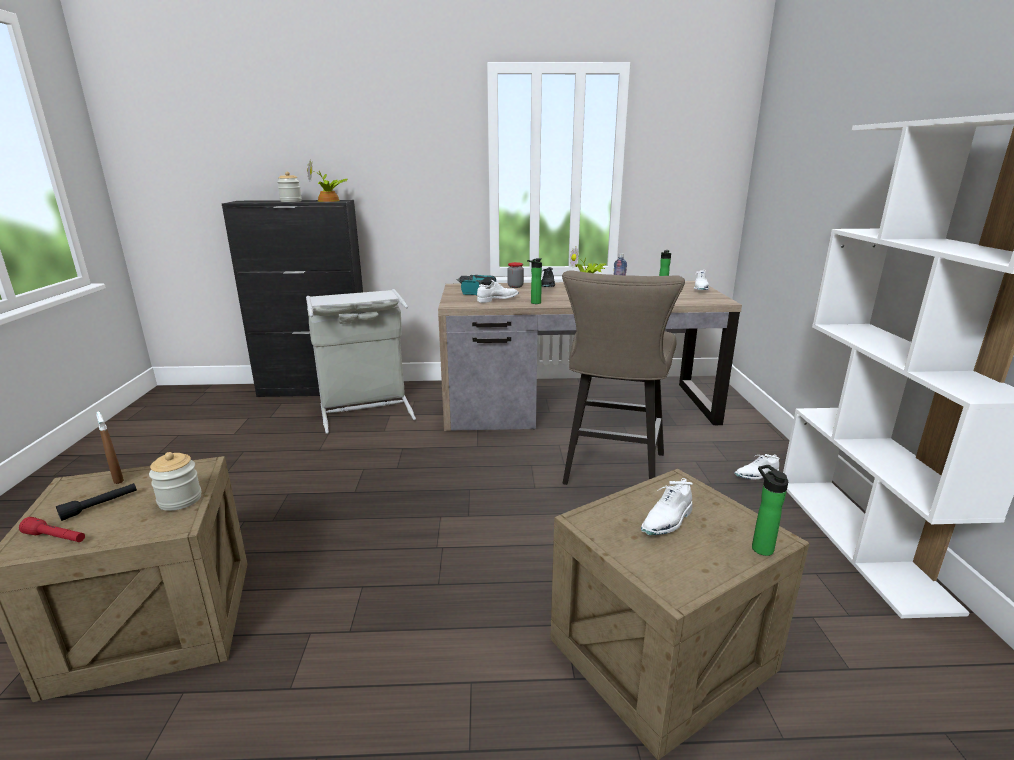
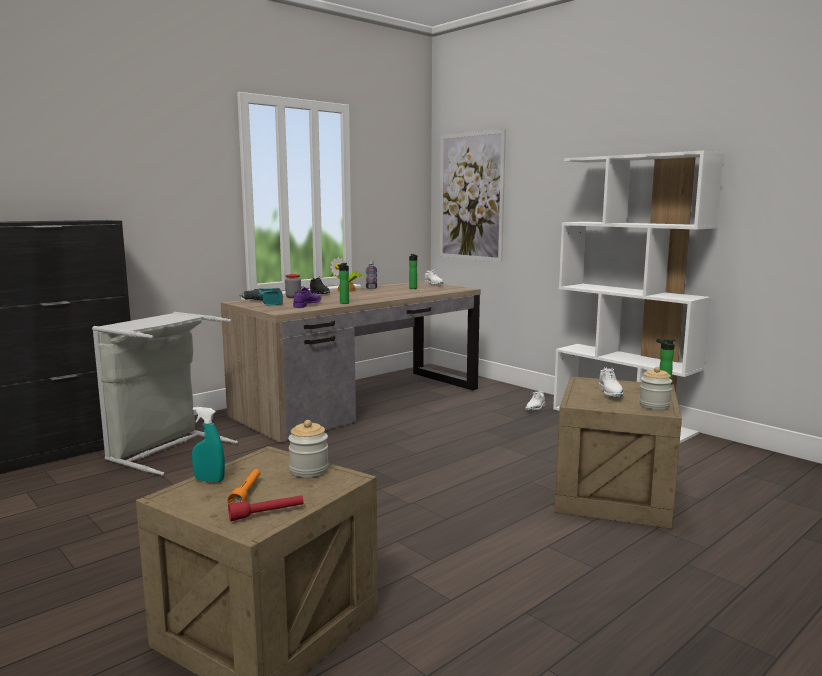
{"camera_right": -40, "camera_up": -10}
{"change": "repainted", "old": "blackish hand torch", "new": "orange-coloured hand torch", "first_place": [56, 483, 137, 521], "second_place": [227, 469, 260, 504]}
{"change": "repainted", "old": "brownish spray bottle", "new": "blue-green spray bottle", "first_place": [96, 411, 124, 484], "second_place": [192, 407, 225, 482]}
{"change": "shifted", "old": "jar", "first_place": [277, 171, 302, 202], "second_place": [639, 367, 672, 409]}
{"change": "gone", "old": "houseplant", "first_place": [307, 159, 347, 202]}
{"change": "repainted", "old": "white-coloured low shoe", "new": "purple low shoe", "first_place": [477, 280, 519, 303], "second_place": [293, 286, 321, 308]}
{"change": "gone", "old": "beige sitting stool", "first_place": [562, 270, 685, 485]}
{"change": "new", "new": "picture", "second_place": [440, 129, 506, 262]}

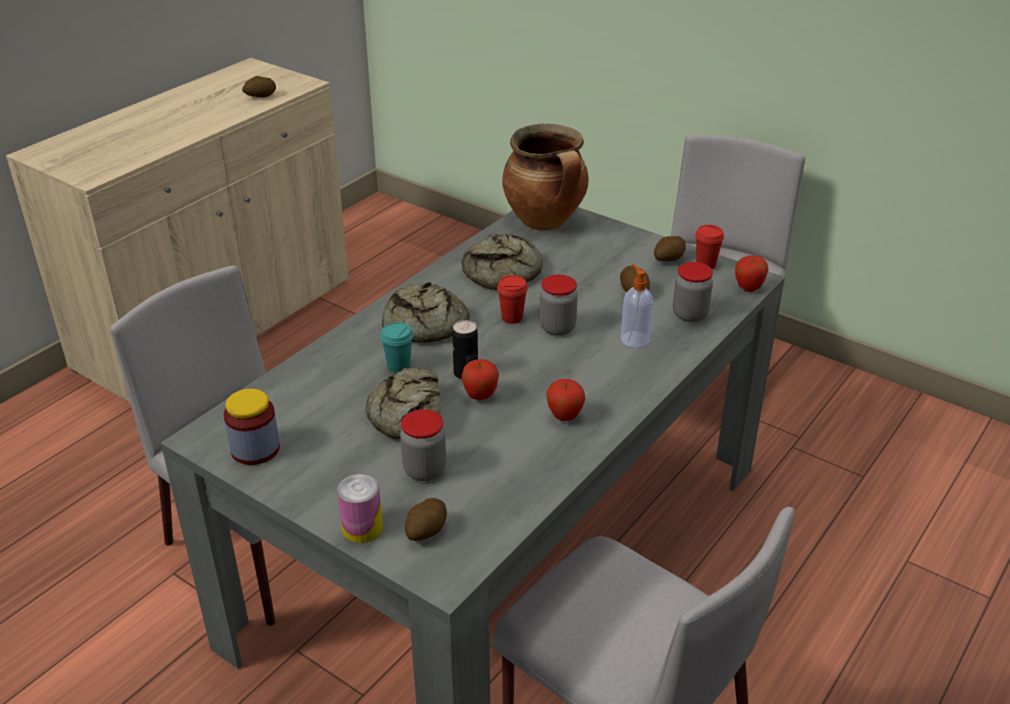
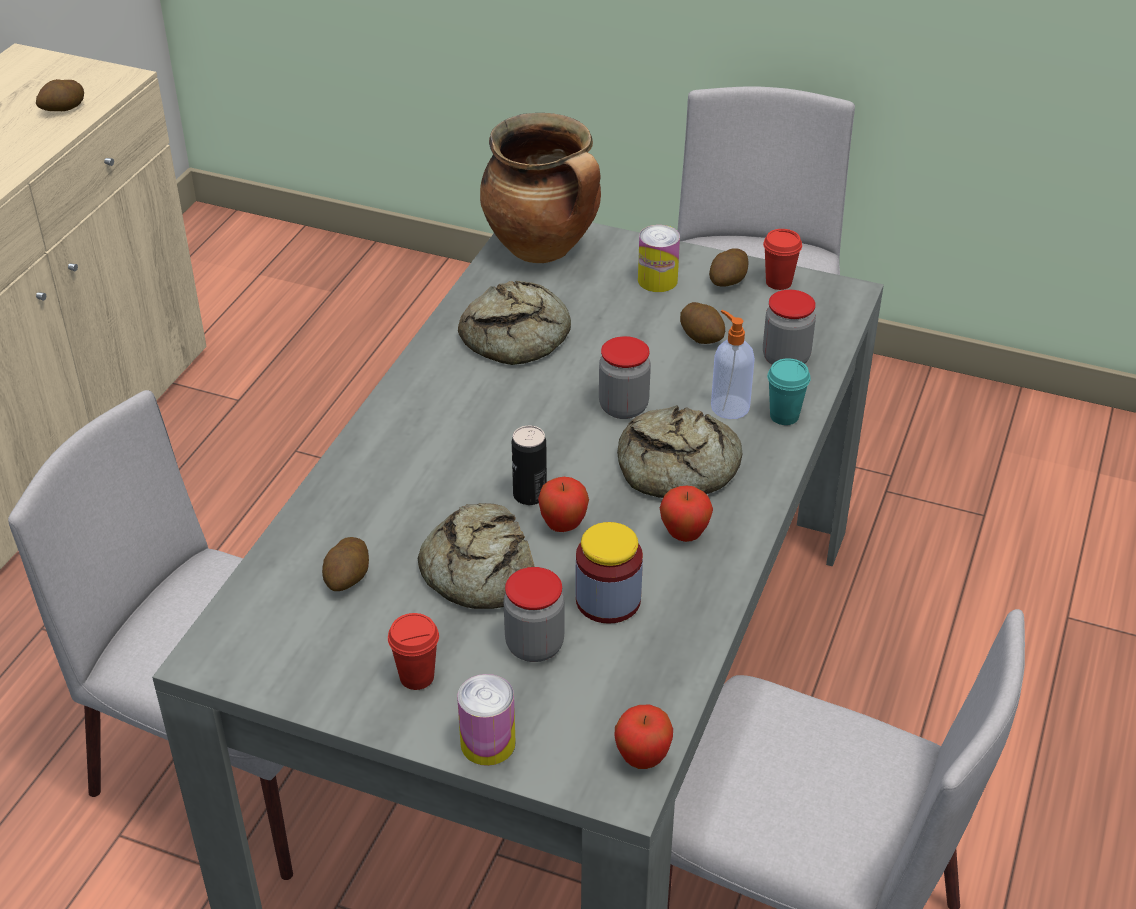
{"camera_right": -15, "camera_up": 5}
{"change": "shifted", "old": "jar", "first_place": [224, 389, 280, 465], "second_place": [575, 522, 643, 624]}
{"change": "shifted", "old": "blue-green small cup", "first_place": [380, 322, 413, 373], "second_place": [767, 358, 811, 425]}
{"change": "shifted", "old": "baked bread", "first_place": [382, 282, 470, 343], "second_place": [617, 405, 742, 498]}
{"change": "shifted", "old": "whole potato", "first_place": [405, 498, 447, 541], "second_place": [322, 537, 369, 591]}
{"change": "shifted", "old": "red-coloured small cup", "first_place": [497, 275, 528, 324], "second_place": [388, 613, 439, 690]}
{"change": "shifted", "old": "apple", "first_place": [735, 255, 768, 292], "second_place": [615, 705, 673, 769]}
{"change": "new", "new": "sealed can", "second_place": [638, 225, 680, 292]}

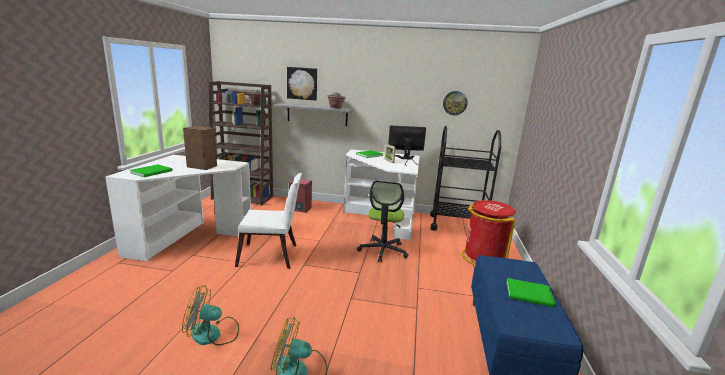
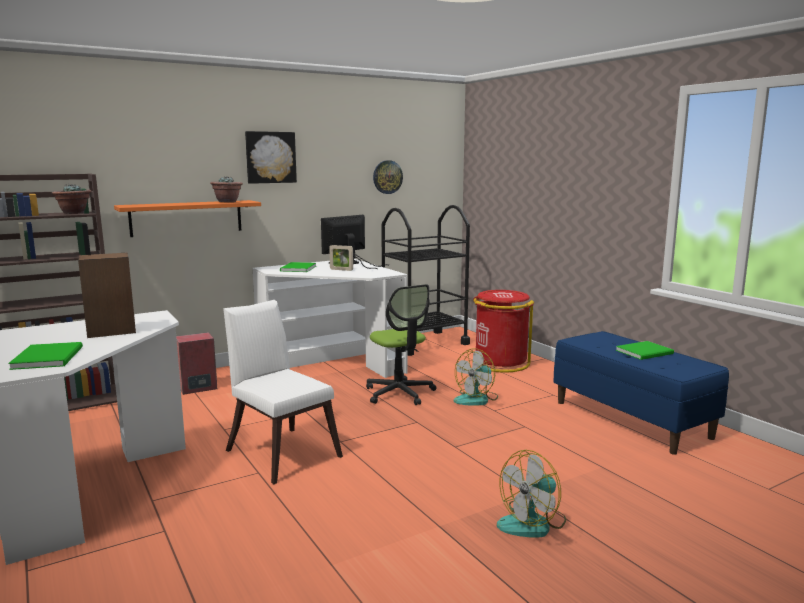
{"camera_right": -40, "camera_up": -5}
{"change": "shifted", "old": "cooling fan", "first_place": [182, 285, 239, 345], "second_place": [454, 349, 498, 406]}
{"change": "rotated", "old": "white-coloured plain chair", "first_place": [235, 173, 302, 269], "second_place": [223, 300, 343, 484], "degrees": -90}
{"change": "repainted", "old": "greyish wall shelf", "new": "orange-coloured wall shelf", "first_place": [274, 103, 354, 126], "second_place": [114, 200, 261, 237]}
{"change": "shifted", "old": "picture", "first_place": [287, 67, 317, 100], "second_place": [245, 131, 297, 184]}

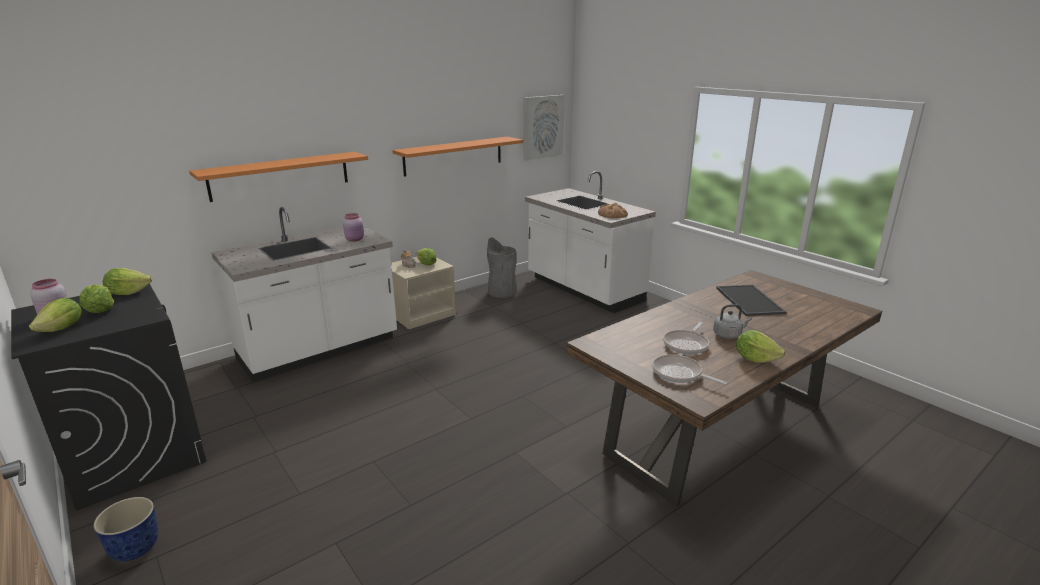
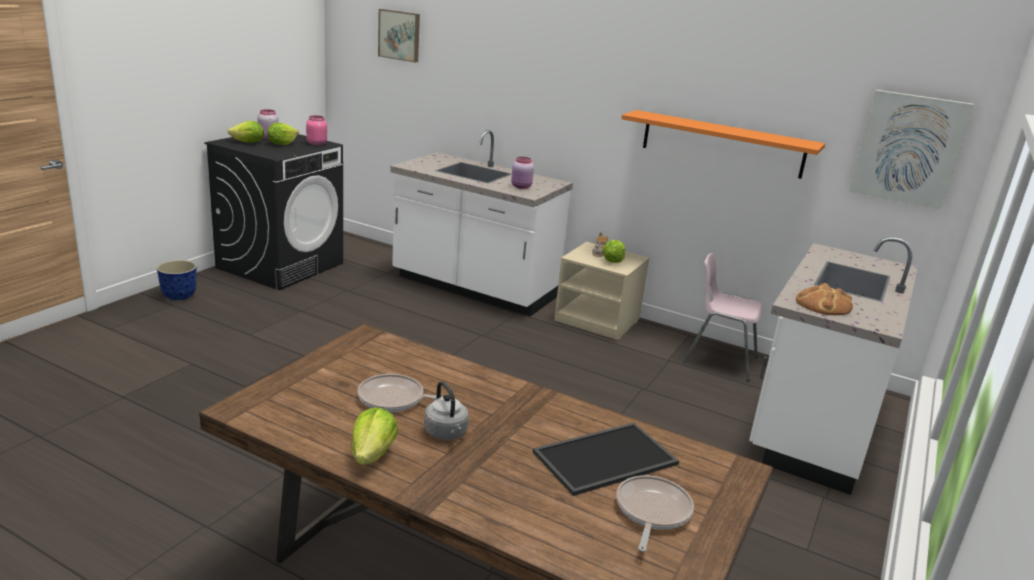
{"camera_right": 65, "camera_up": 0}
{"change": "swapped", "old": "head of lettuce", "new": "pinkish jar", "first_place": [103, 268, 152, 295], "second_place": [306, 116, 327, 146]}
{"change": "gone", "old": "orange-coloured wall shelf", "first_place": [189, 152, 368, 202]}
{"change": "swapped", "old": "greyish trash can", "new": "pinkish plain chair", "first_place": [487, 237, 517, 298], "second_place": [683, 253, 762, 381]}
{"change": "shifted", "old": "skillet", "first_place": [652, 354, 727, 385], "second_place": [616, 475, 694, 552]}
{"change": "new", "new": "picture", "second_place": [378, 9, 420, 62]}

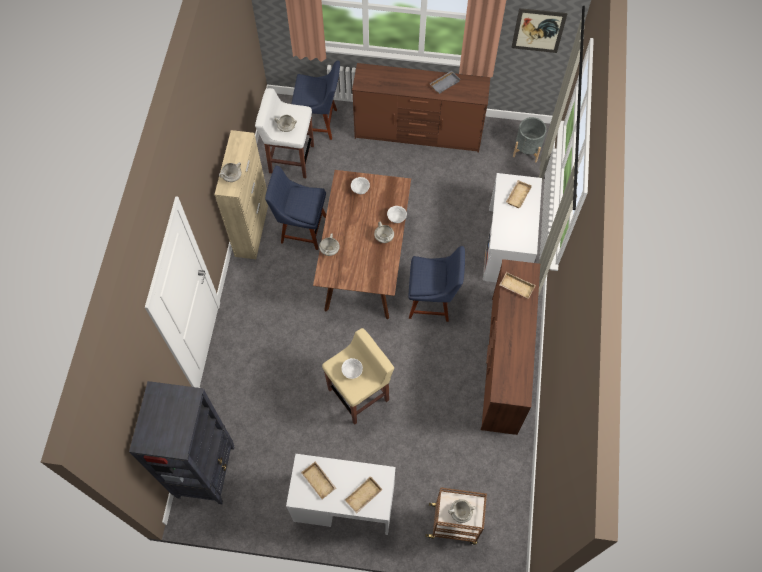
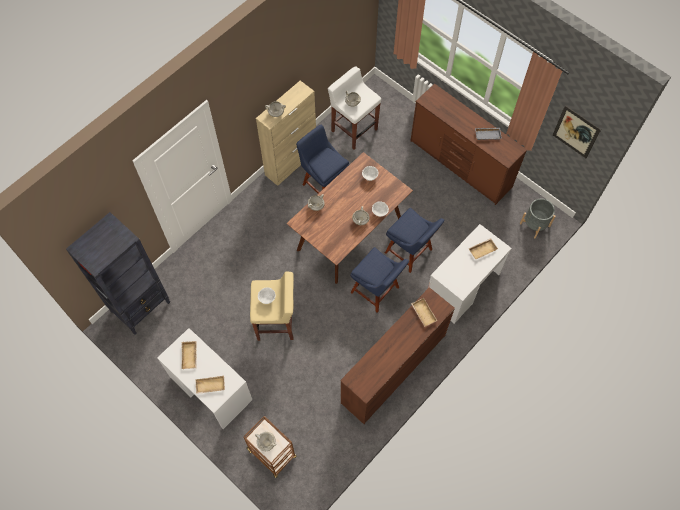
{"camera_right": 35, "camera_up": 0}
{"change": "shifted", "old": "blue plain chair", "first_place": [291, 61, 340, 140], "second_place": [385, 208, 444, 273]}

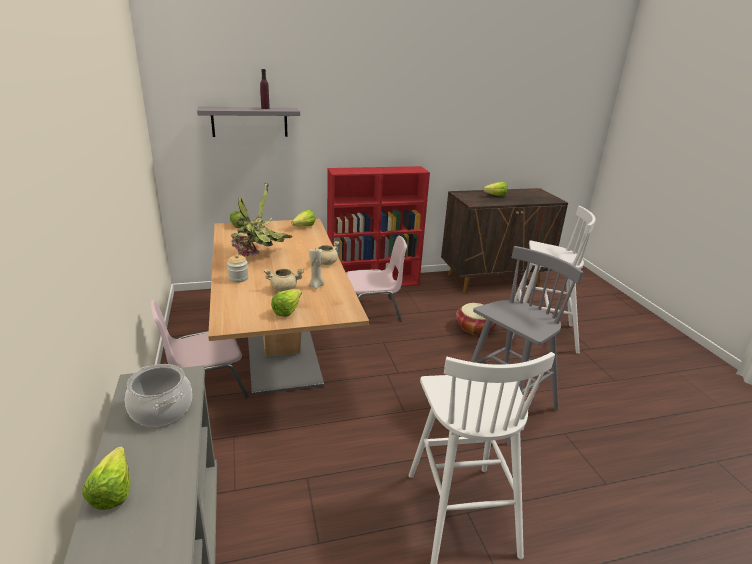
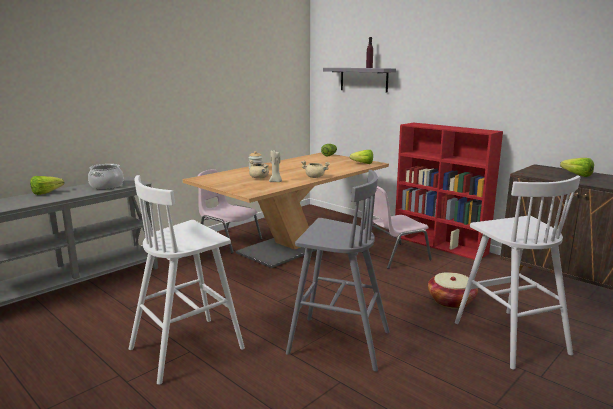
{"camera_right": 60, "camera_up": -10}
{"change": "gone", "old": "houseplant", "first_place": [230, 182, 293, 257]}
{"change": "gone", "old": "head of lettuce", "first_place": [271, 289, 302, 317]}
{"change": "rotated", "old": "pinkish plain chair", "first_place": [346, 236, 407, 322], "second_place": [361, 186, 432, 269], "degrees": 105}

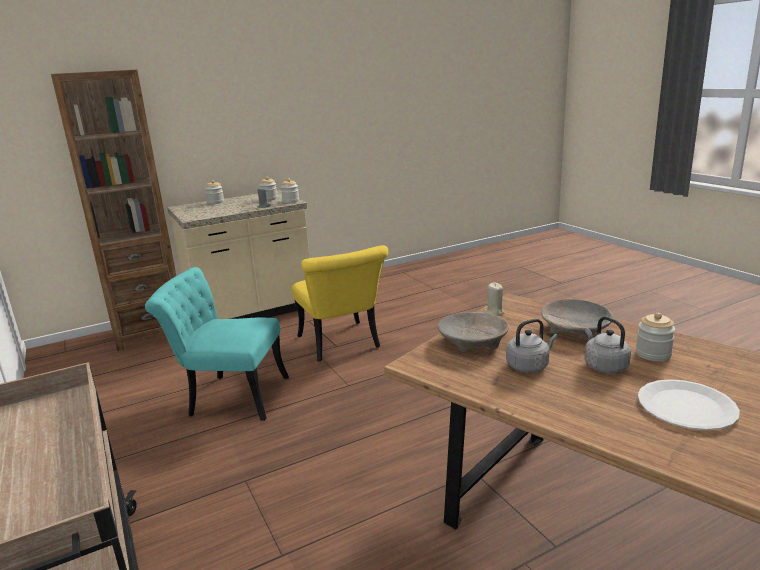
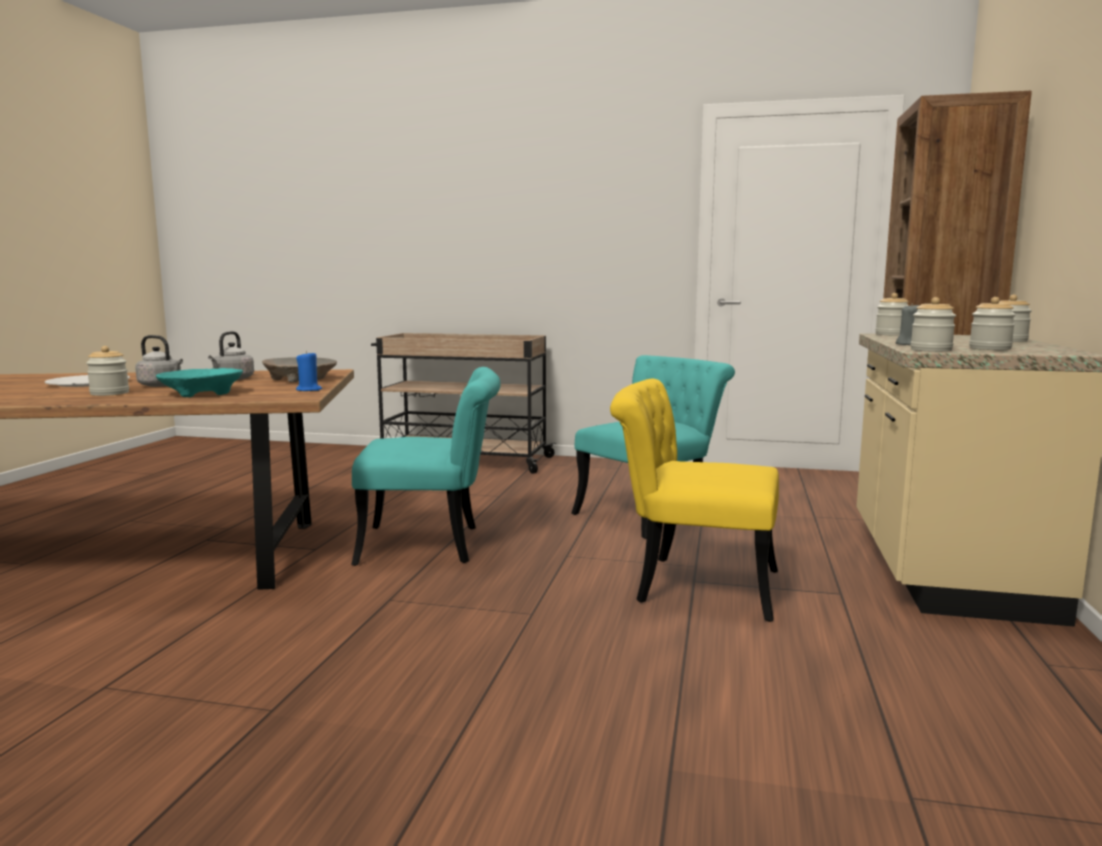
{"camera_right": 130, "camera_up": -10}
{"change": "repainted", "old": "beige wax candle", "new": "blue wax candle", "first_place": [484, 283, 505, 316], "second_place": [296, 351, 322, 391]}
{"change": "repainted", "old": "beige serving bowl", "new": "blue-green serving bowl", "first_place": [541, 299, 613, 337], "second_place": [156, 368, 243, 397]}
{"change": "new", "new": "blue-green plain chair", "second_place": [351, 367, 501, 566]}
{"change": "new", "new": "jar", "second_place": [875, 293, 909, 336]}

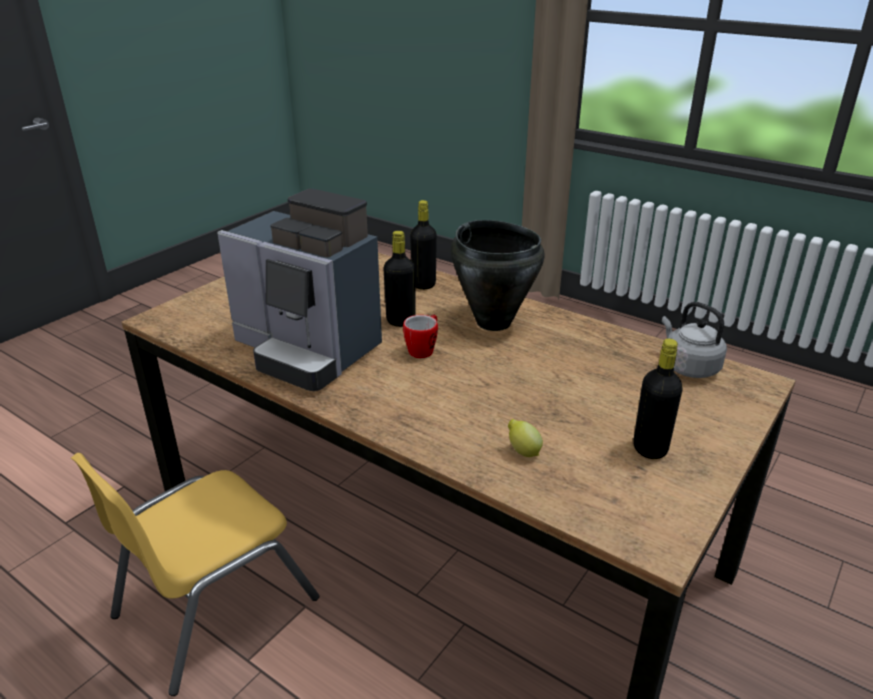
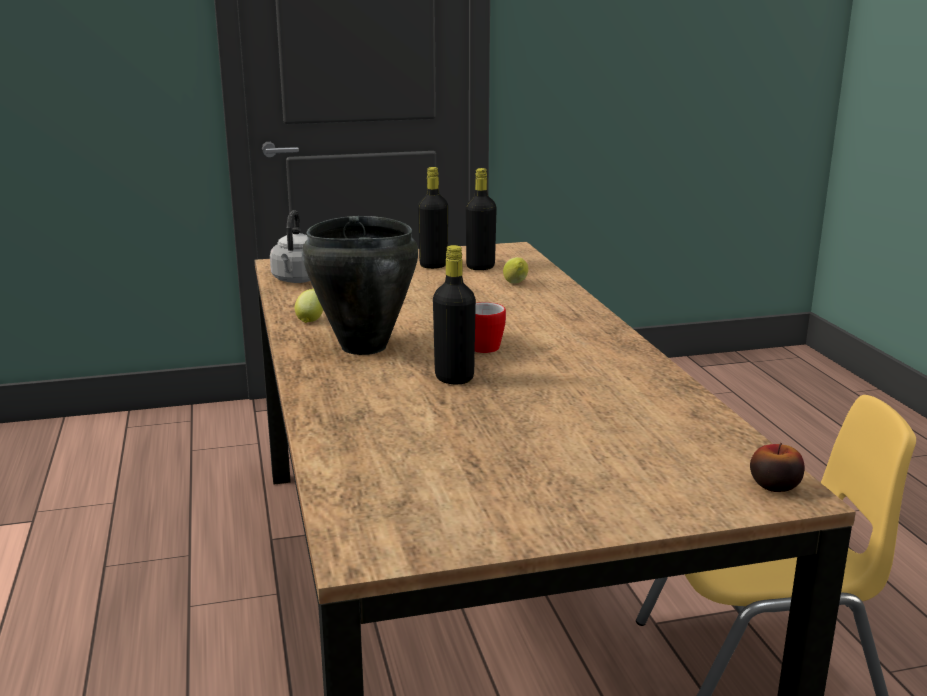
{"camera_right": -140, "camera_up": -10}
{"change": "gone", "old": "coffee maker", "first_place": [217, 188, 382, 391]}
{"change": "shifted", "old": "blackish bottle", "first_place": [410, 200, 437, 290], "second_place": [466, 168, 497, 270]}
{"change": "new", "new": "whole lemon", "second_place": [295, 288, 323, 323]}
{"change": "new", "new": "apple", "second_place": [750, 443, 804, 492]}

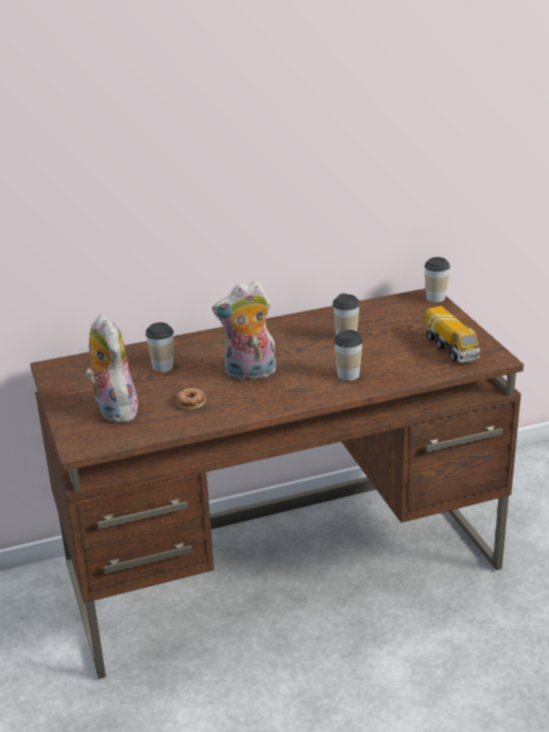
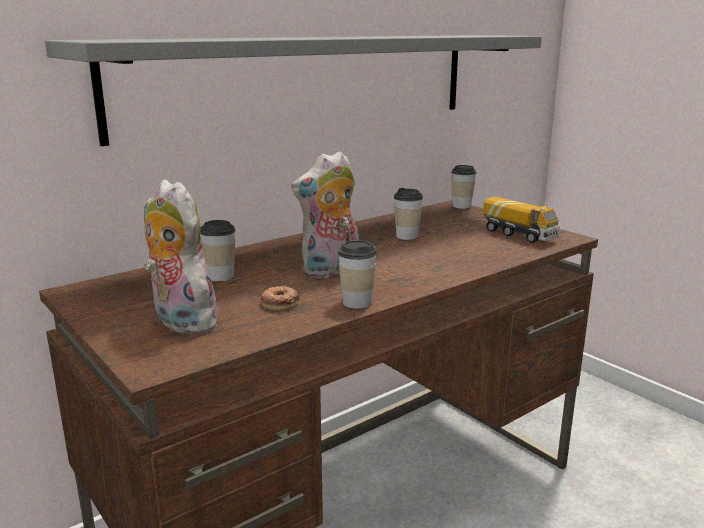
{"camera_right": -20, "camera_up": -10}
{"change": "shifted", "old": "small cup", "first_place": [334, 330, 363, 381], "second_place": [338, 240, 377, 308]}
{"change": "new", "new": "greyish wall shelf", "second_place": [45, 35, 542, 146]}

